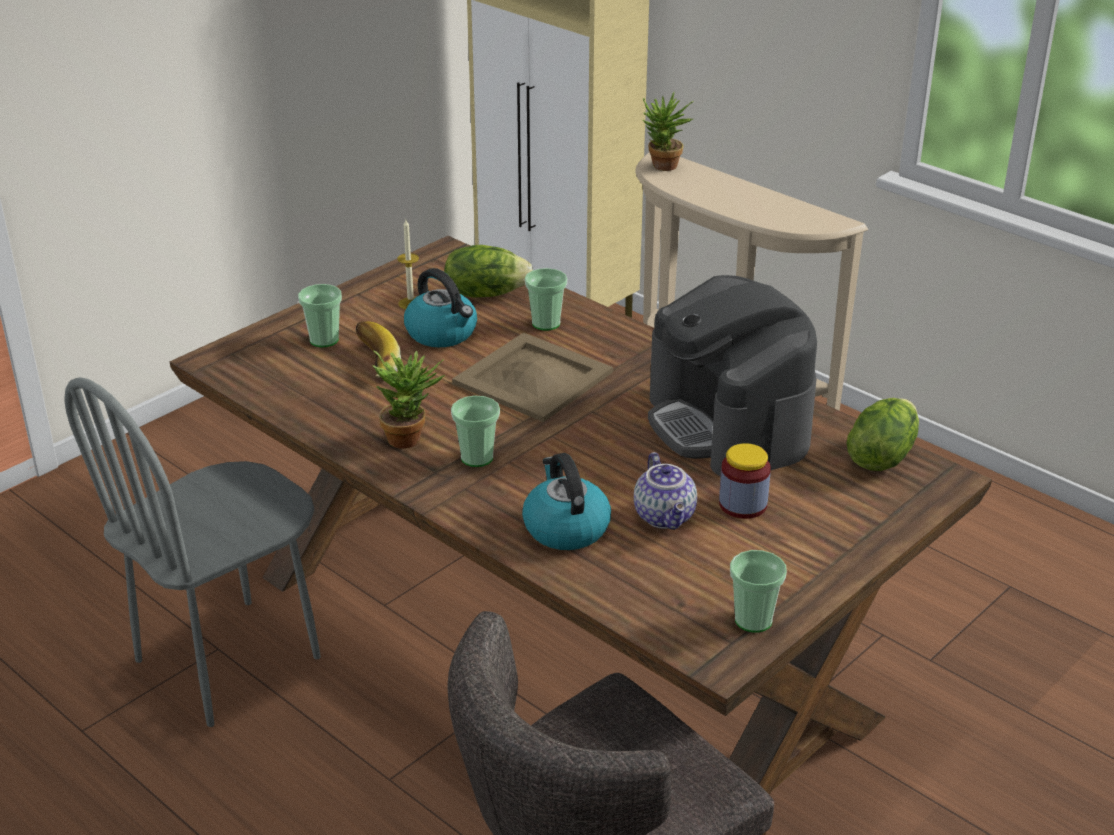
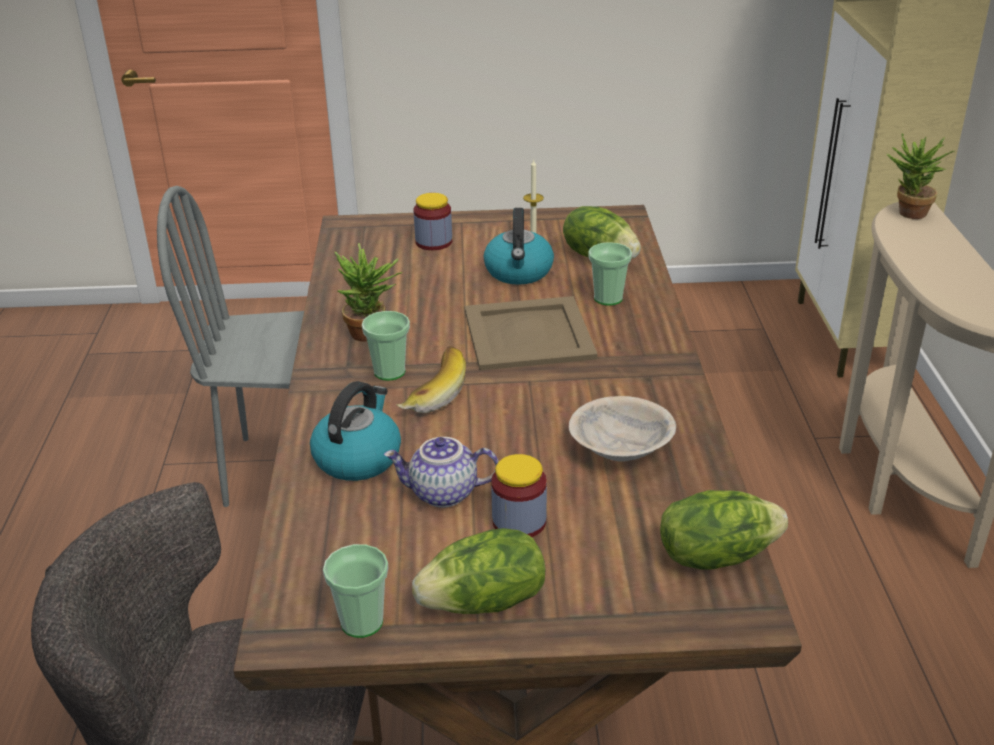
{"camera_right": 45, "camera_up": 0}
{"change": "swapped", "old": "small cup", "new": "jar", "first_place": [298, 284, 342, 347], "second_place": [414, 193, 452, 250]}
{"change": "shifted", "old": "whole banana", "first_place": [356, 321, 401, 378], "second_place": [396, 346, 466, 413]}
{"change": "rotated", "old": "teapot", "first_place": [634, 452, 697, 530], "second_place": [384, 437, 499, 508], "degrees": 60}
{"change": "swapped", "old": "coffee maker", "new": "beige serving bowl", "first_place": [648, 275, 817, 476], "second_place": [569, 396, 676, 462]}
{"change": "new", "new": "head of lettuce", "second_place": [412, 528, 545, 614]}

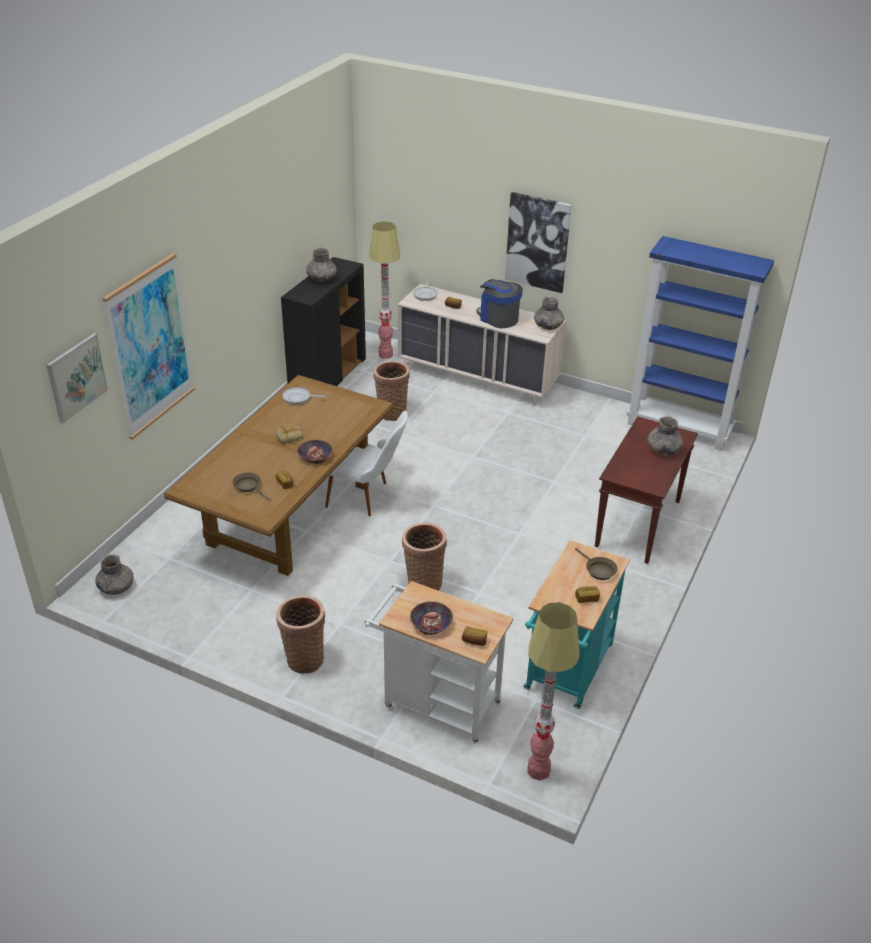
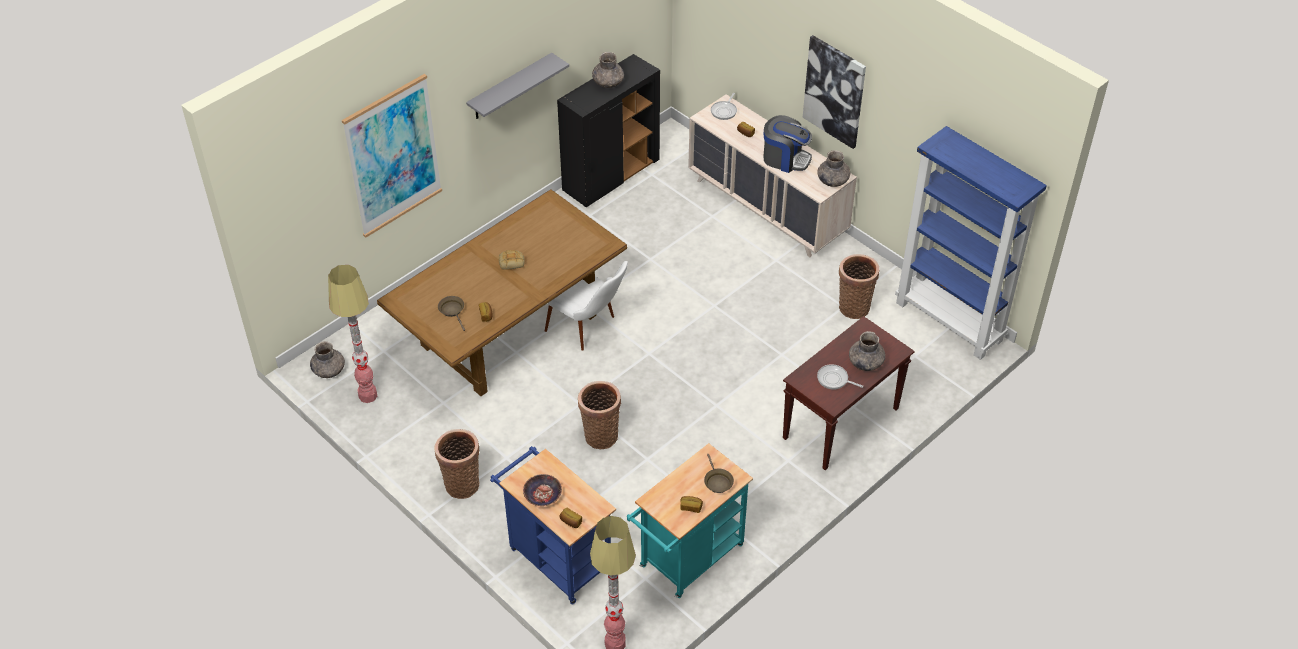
{"camera_right": 20, "camera_up": 10}
{"change": "gone", "old": "picture", "first_place": [47, 333, 108, 423]}
{"change": "shifted", "old": "skillet", "first_place": [282, 387, 325, 405], "second_place": [817, 364, 863, 390]}
{"change": "gone", "old": "serving bowl", "first_place": [297, 440, 333, 464]}
{"change": "repainted", "old": "white-coloured trolley", "new": "blue trolley", "first_place": [364, 581, 514, 744], "second_place": [490, 446, 616, 605]}
{"change": "shifted", "old": "floor lamp", "first_place": [369, 222, 400, 359], "second_place": [328, 265, 377, 403]}
{"change": "shifted", "old": "basket", "first_place": [373, 361, 410, 421], "second_place": [839, 254, 879, 319]}
{"change": "rotated", "old": "coffee maker", "first_place": [476, 279, 523, 328], "second_place": [764, 115, 812, 173], "degrees": 135}
{"change": "new", "new": "greyish wall shelf", "second_place": [466, 53, 569, 119]}

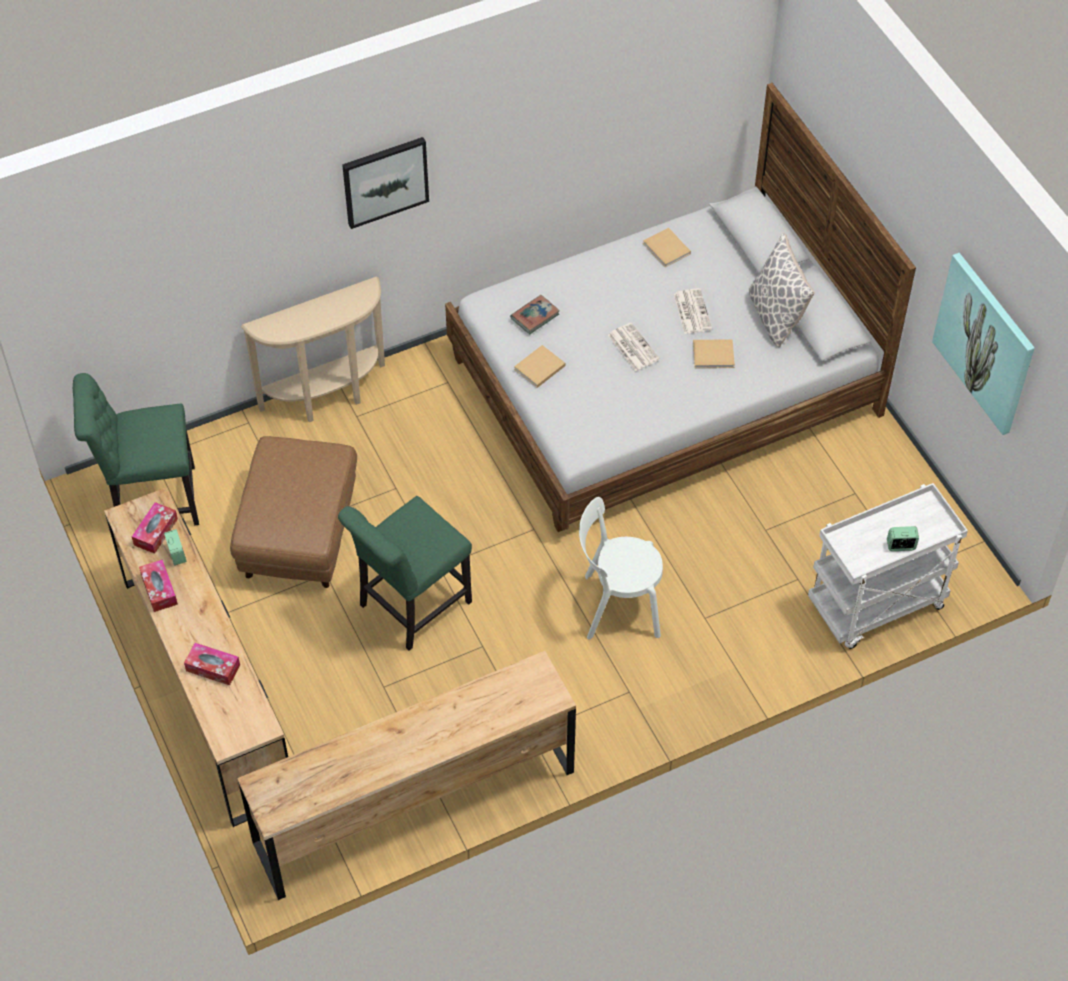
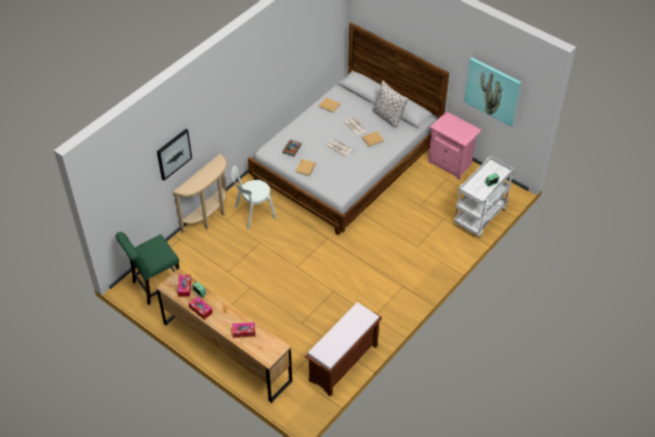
{"camera_right": -25, "camera_up": -5}
{"change": "gone", "old": "brownish footrest", "first_place": [230, 436, 357, 588]}
{"change": "swapped", "old": "brownish drawer chest", "new": "brownish indoor bench", "first_place": [237, 651, 576, 900], "second_place": [305, 302, 382, 397]}
{"change": "gone", "old": "greenish plain chair", "first_place": [338, 496, 472, 651]}
{"change": "shifted", "old": "picture", "first_place": [342, 137, 429, 229], "second_place": [157, 129, 192, 181]}
{"change": "shifted", "old": "white-coloured plain chair", "first_place": [579, 497, 663, 639], "second_place": [231, 166, 277, 230]}
{"change": "new", "new": "pinkish night table", "second_place": [428, 111, 482, 180]}

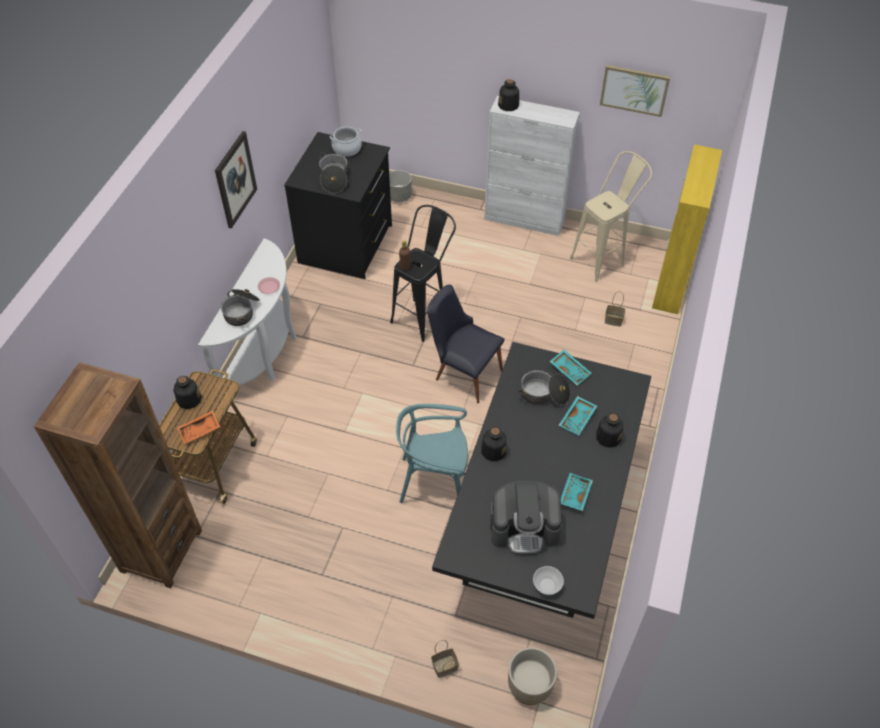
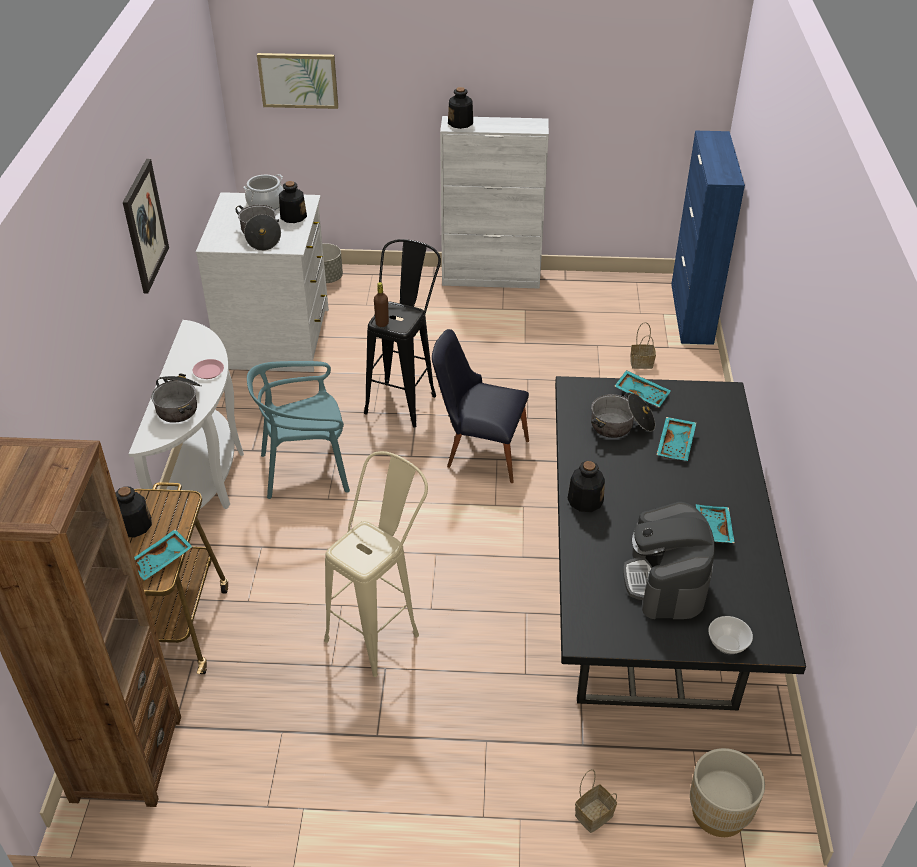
{"camera_right": -15, "camera_up": -10}
{"change": "repainted", "old": "orange-coloured serving tray", "new": "blue-green serving tray", "first_place": [177, 410, 220, 444], "second_place": [134, 529, 193, 581]}
{"change": "repainted", "old": "blackish drawer chest", "new": "white-coloured drawer chest", "first_place": [284, 132, 392, 279], "second_place": [196, 192, 329, 372]}
{"change": "shifted", "old": "blue-green plain chair", "first_place": [396, 404, 468, 503], "second_place": [247, 361, 350, 499]}
{"change": "rotated", "old": "coffee maker", "first_place": [490, 481, 562, 555], "second_place": [623, 502, 715, 619], "degrees": 105}
{"change": "shifted", "old": "beige sitting stool", "first_place": [570, 151, 652, 282], "second_place": [324, 451, 428, 677]}
{"change": "shifted", "old": "bottle", "first_place": [596, 413, 623, 448], "second_place": [279, 181, 307, 223]}
{"change": "shifted", "old": "picture", "first_place": [600, 65, 670, 117], "second_place": [257, 53, 338, 109]}
{"change": "repainted", "old": "yellowish cabinet", "new": "blue cabinet", "first_place": [652, 144, 722, 314], "second_place": [671, 131, 745, 345]}

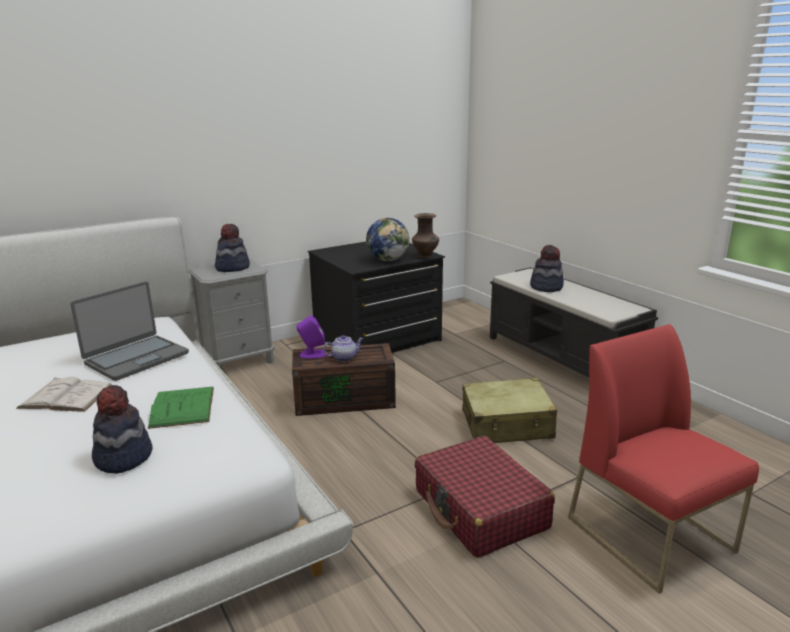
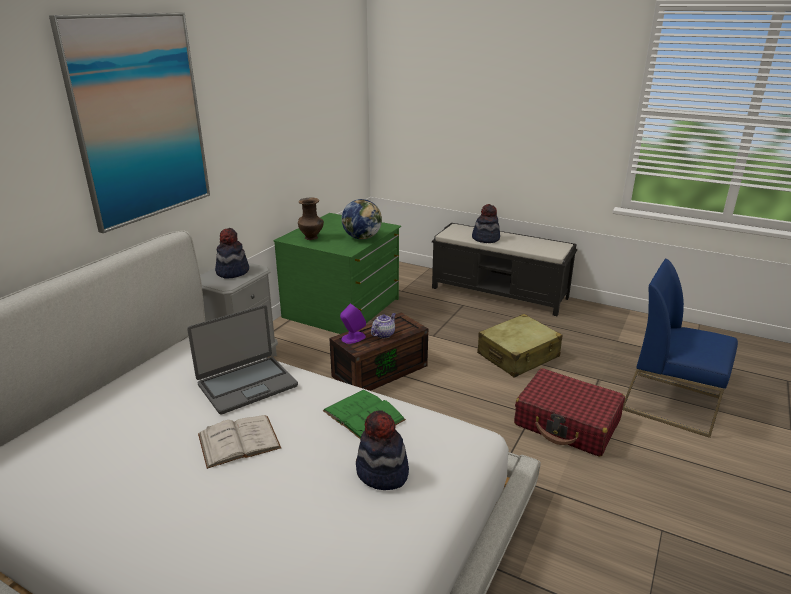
{"camera_right": -30, "camera_up": 5}
{"change": "rotated", "old": "laptop", "first_place": [70, 282, 189, 381], "second_place": [187, 305, 298, 414], "degrees": 45}
{"change": "repainted", "old": "blackish drawer chest", "new": "greenish drawer chest", "first_place": [308, 241, 445, 353], "second_place": [273, 213, 401, 334]}
{"change": "shifted", "old": "brownish flower vase", "first_place": [412, 213, 439, 258], "second_place": [298, 198, 324, 240]}
{"change": "repainted", "old": "red-coloured plain chair", "new": "blue plain chair", "first_place": [568, 324, 759, 594], "second_place": [622, 259, 738, 438]}
{"change": "new", "new": "picture", "second_place": [49, 13, 210, 233]}

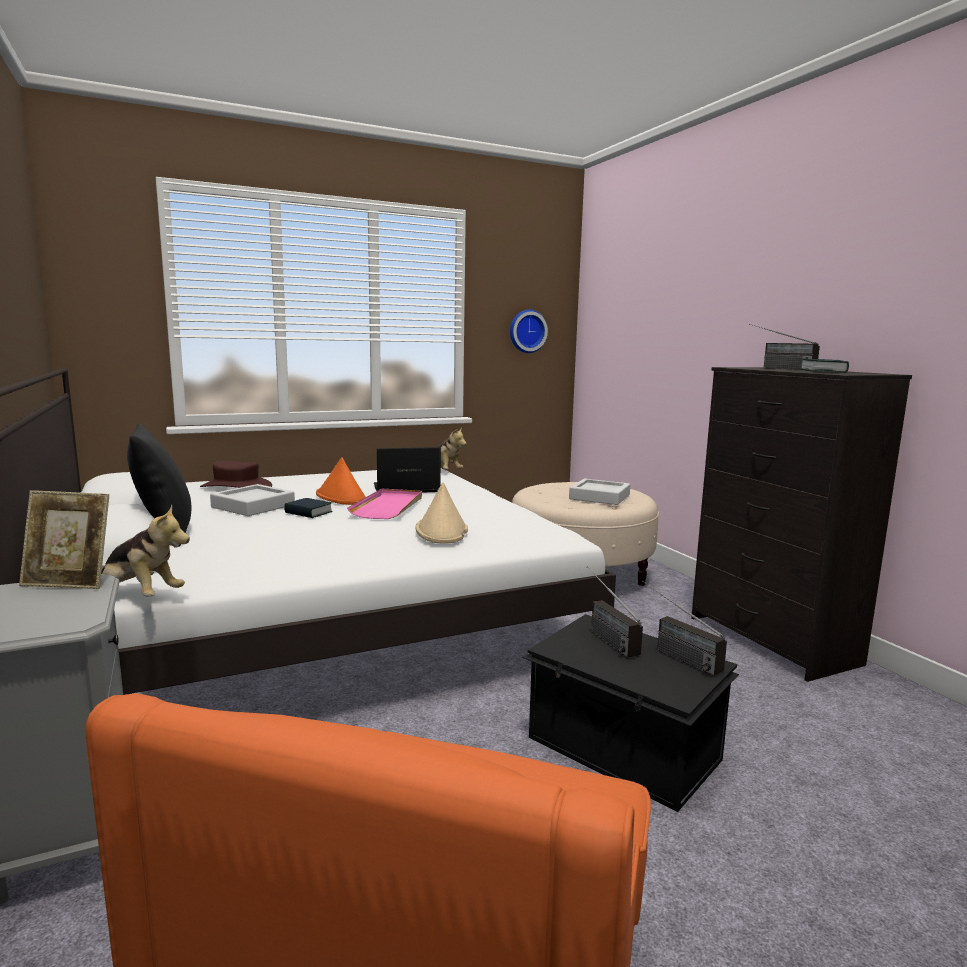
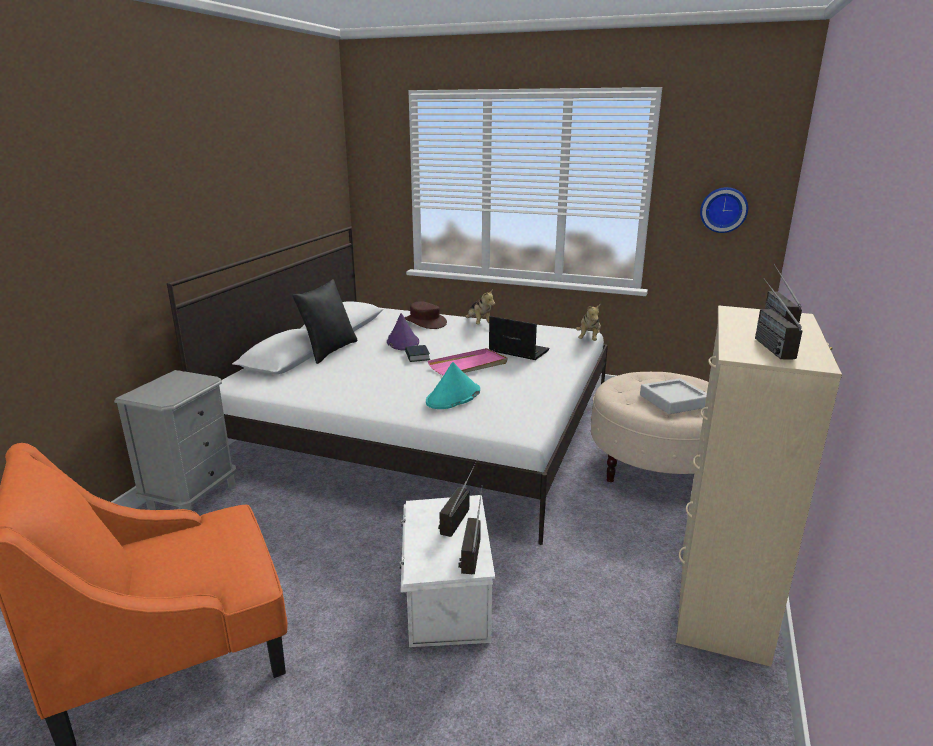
{"camera_right": 45, "camera_up": 10}
{"change": "gone", "old": "picture frame", "first_place": [19, 490, 109, 589]}
{"change": "shifted", "old": "cuddly toy", "first_place": [101, 505, 190, 597], "second_place": [465, 289, 495, 325]}
{"change": "swapped", "old": "greyish serving tray", "new": "purple clothing hat", "first_place": [210, 484, 295, 516], "second_place": [387, 313, 419, 351]}
{"change": "gone", "old": "orange-coloured clothing hat", "first_place": [316, 457, 366, 505]}
{"change": "repainted", "old": "beige clothing hat", "new": "blue-green clothing hat", "first_place": [415, 482, 468, 544], "second_place": [426, 362, 480, 409]}
{"change": "repainted", "old": "blackish storage box", "new": "white-coloured storage box", "first_place": [522, 614, 739, 812], "second_place": [400, 495, 495, 647]}
{"change": "repainted", "old": "blackish drawer chest", "new": "beige drawer chest", "first_place": [691, 367, 912, 682], "second_place": [676, 305, 842, 667]}
{"change": "swapped", "old": "book", "new": "radio receiver", "first_place": [800, 358, 849, 373], "second_place": [755, 278, 802, 359]}

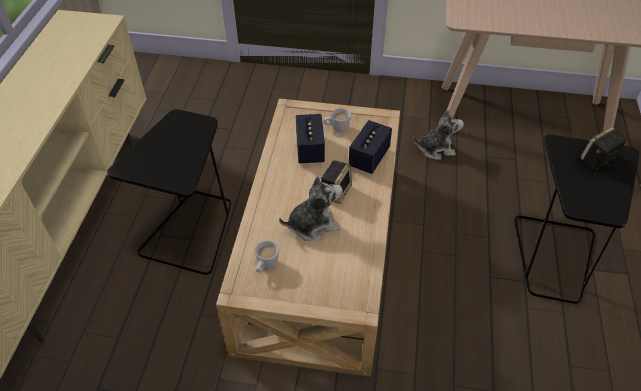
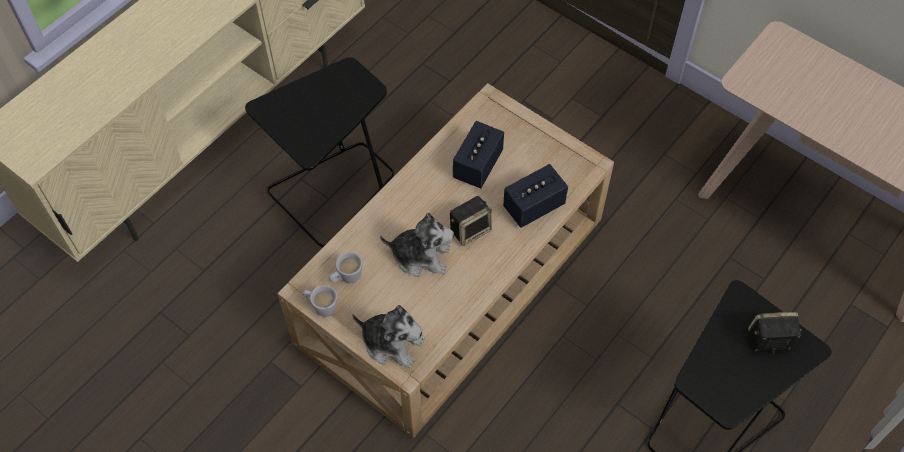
{"camera_right": 30, "camera_up": 10}
{"change": "shifted", "old": "white-coloured coffee mug", "first_place": [324, 108, 351, 133], "second_place": [303, 285, 337, 317]}
{"change": "shifted", "old": "cuddly toy", "first_place": [413, 109, 464, 160], "second_place": [352, 305, 425, 368]}

